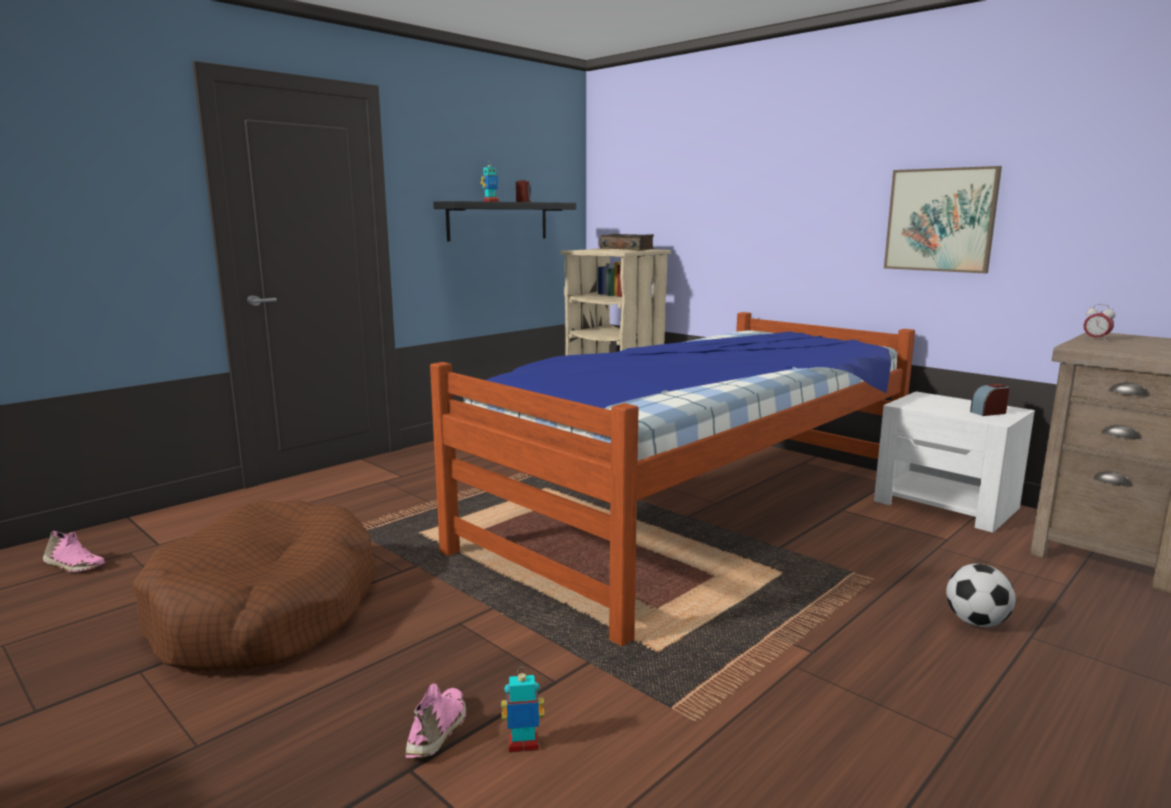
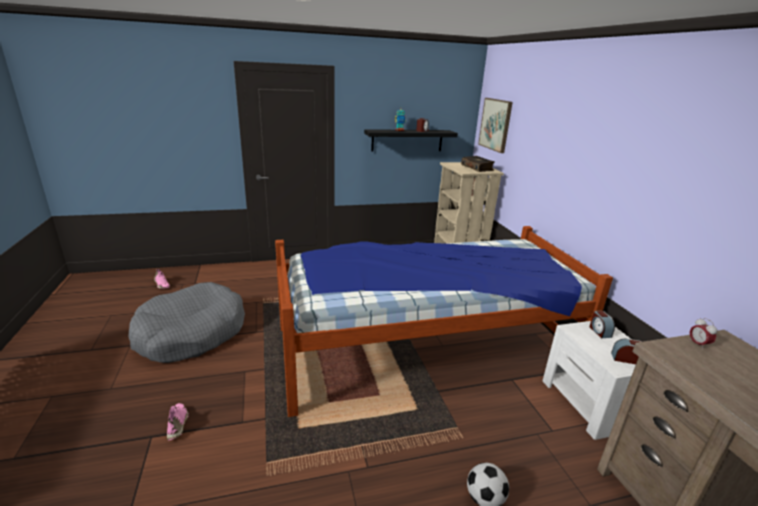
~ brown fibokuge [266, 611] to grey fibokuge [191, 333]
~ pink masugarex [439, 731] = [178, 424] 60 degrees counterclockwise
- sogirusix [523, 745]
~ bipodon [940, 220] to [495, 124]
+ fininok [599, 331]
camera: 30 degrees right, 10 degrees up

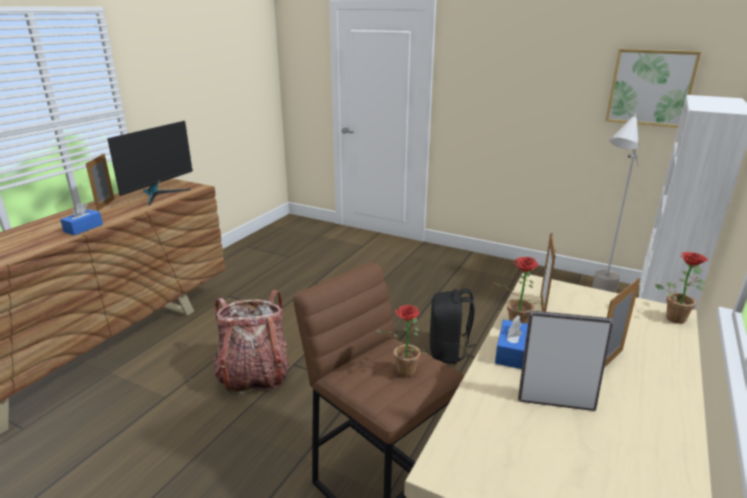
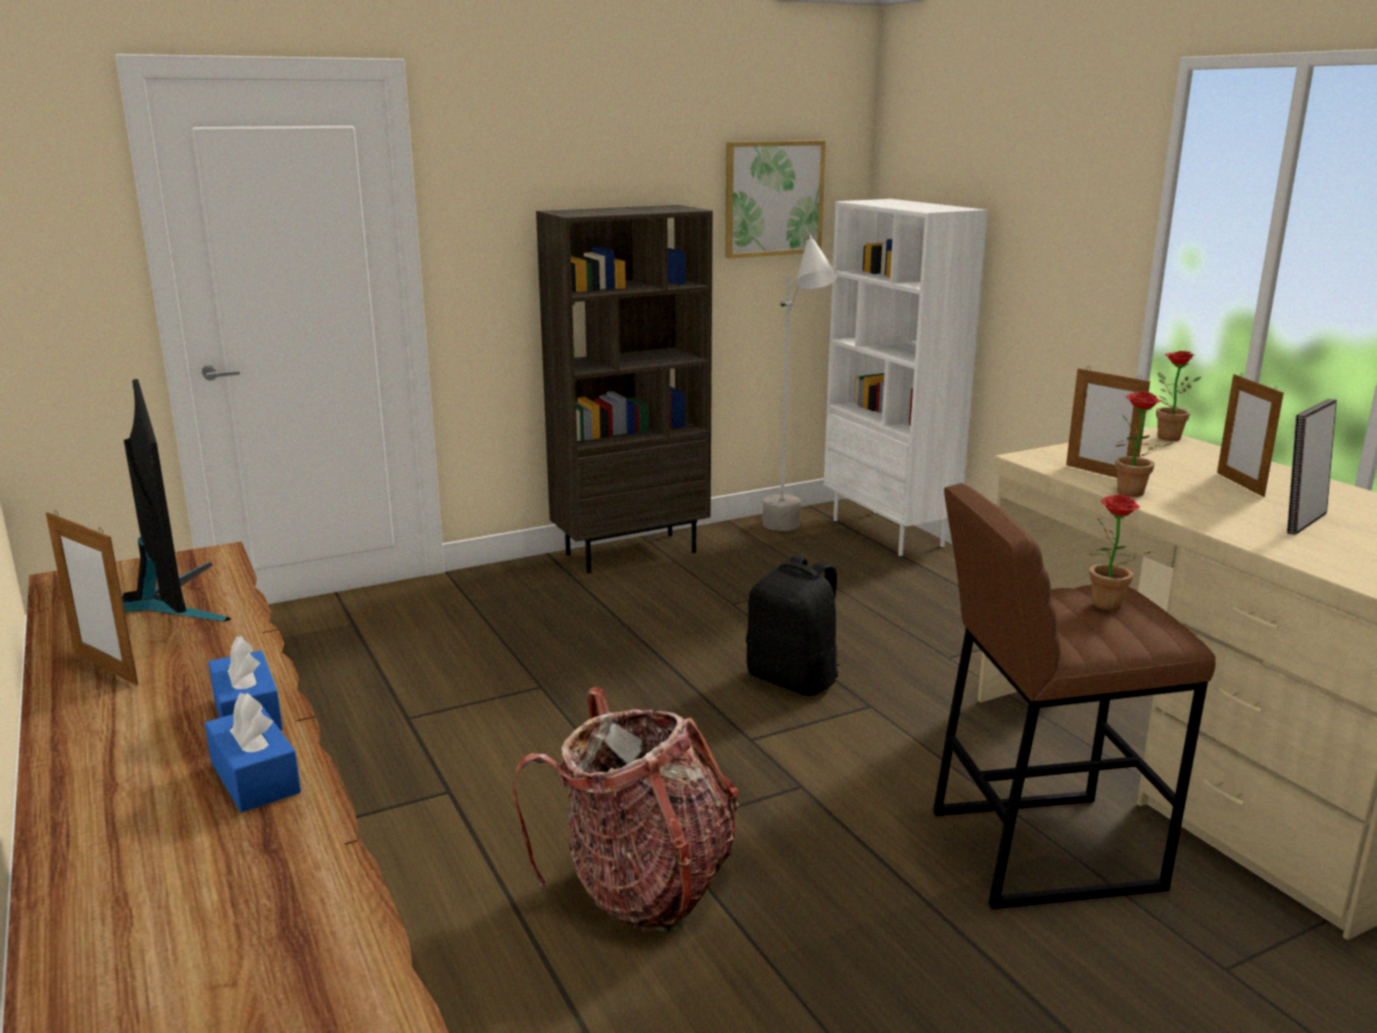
~ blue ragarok [511, 352] to [255, 777]
+ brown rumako [631, 552]
camera: 55 degrees left, 5 degrees down

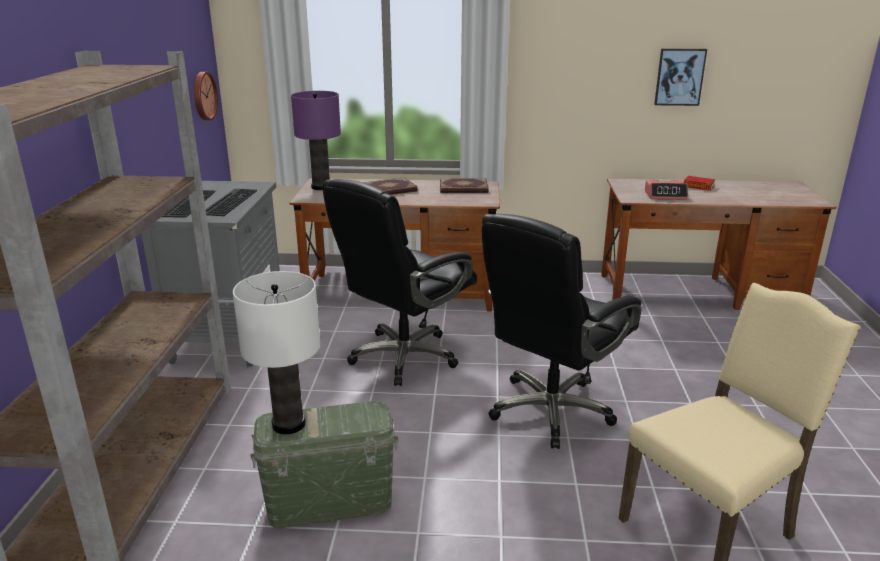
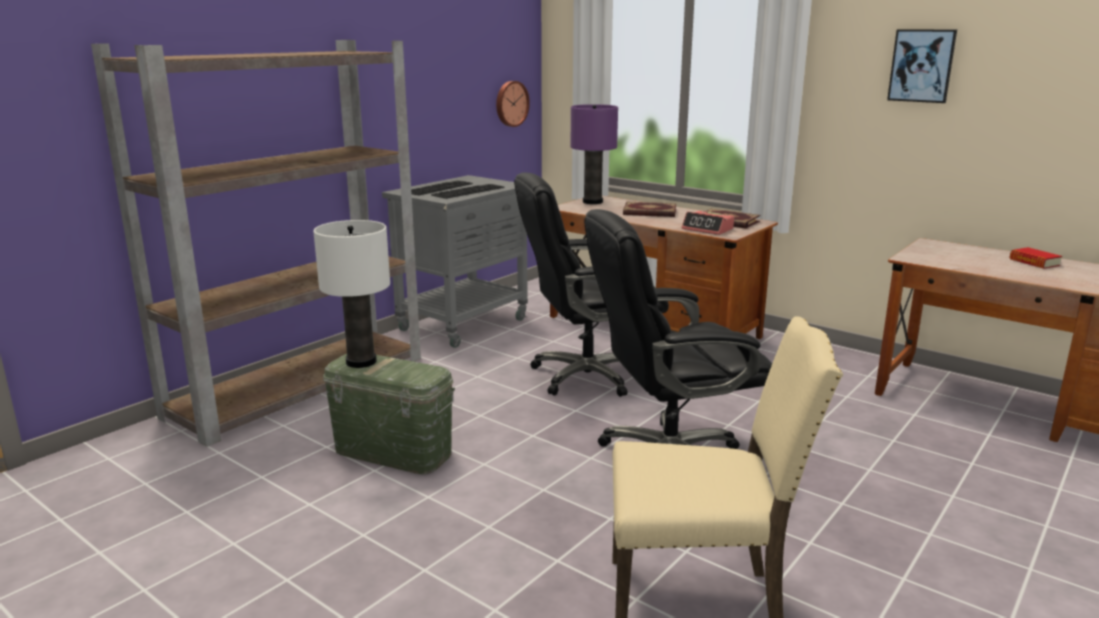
~ fininok [665, 195] to [708, 229]
~ bipodon [679, 77] to [921, 65]
camera: 35 degrees right, 5 degrees down

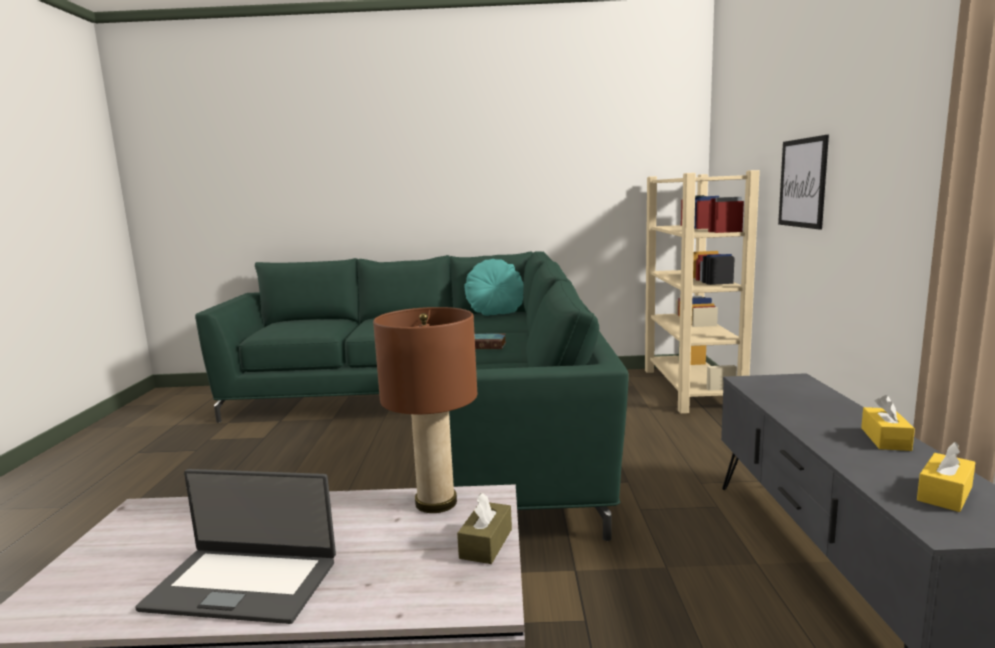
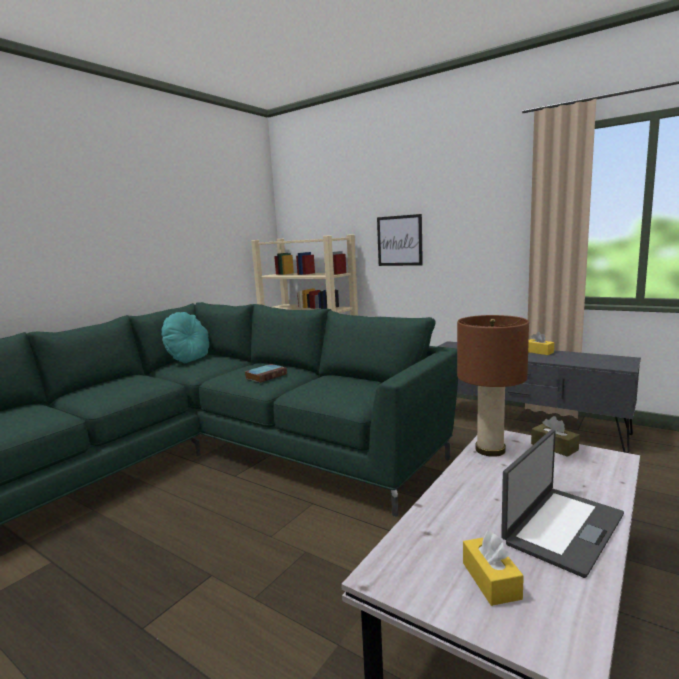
~ yellow ragarok [944, 494] to [491, 580]
camera: 55 degrees left, 0 degrees up

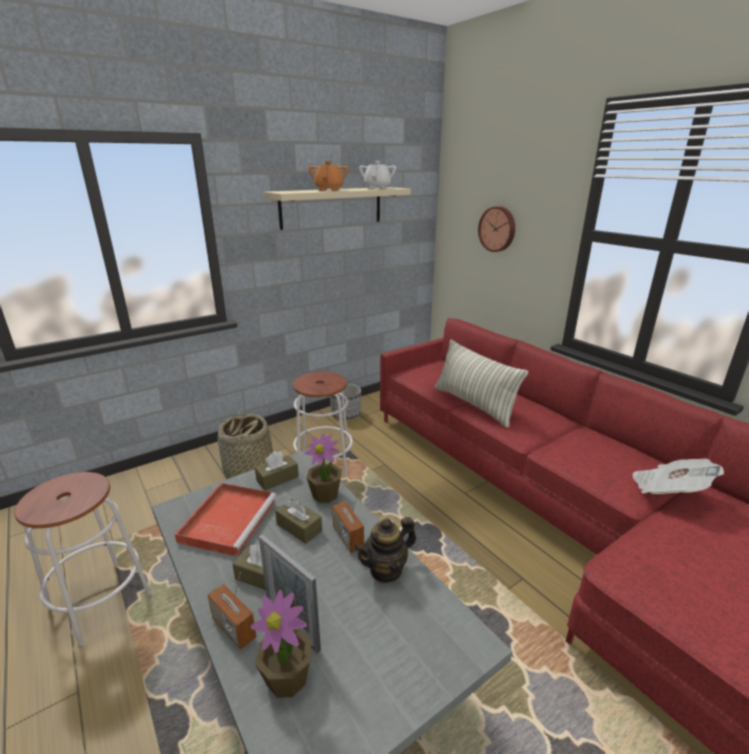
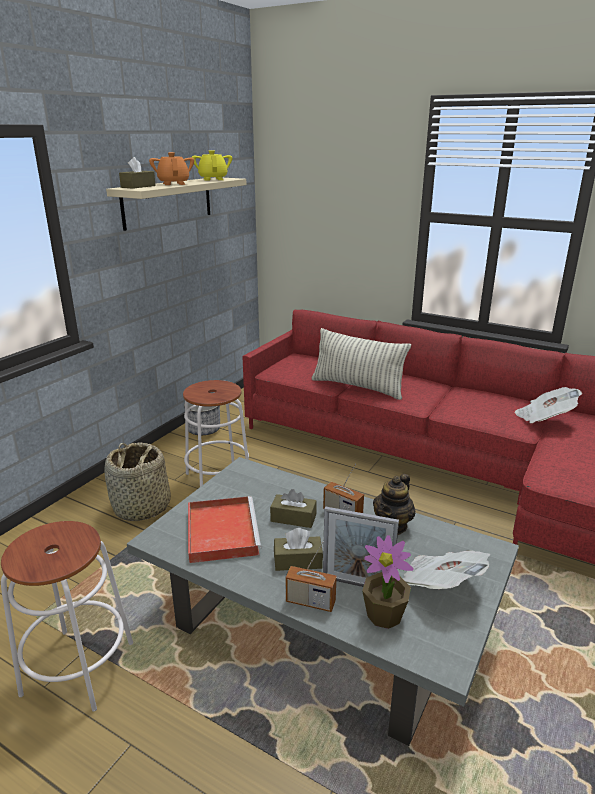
~ brown ragarok [277, 478] to [138, 186]
- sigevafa [325, 494]
~ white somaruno [377, 188] to yellow somaruno [213, 179]
- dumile [497, 229]
+ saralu [440, 585]
camera: 25 degrees left, 0 degrees up

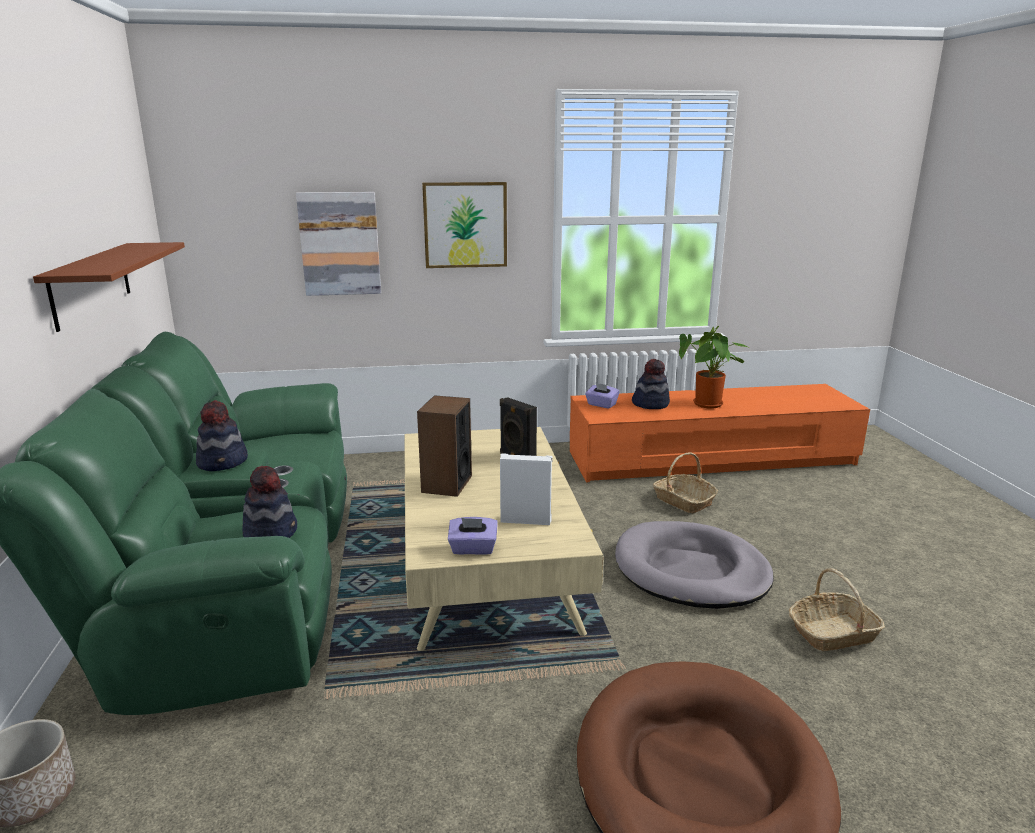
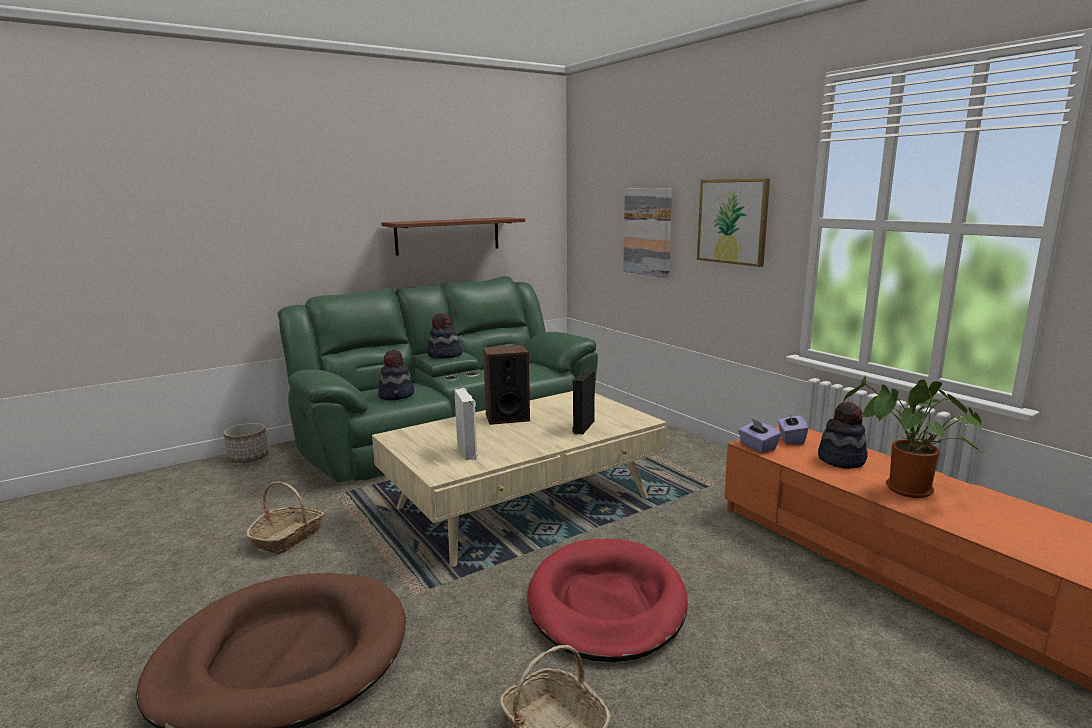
~ purple ragarok [473, 549] to [757, 446]
~ grey fibokuge [690, 571] to red fibokuge [606, 604]
~ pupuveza [683, 501] to [288, 537]
camera: 65 degrees right, 5 degrees down

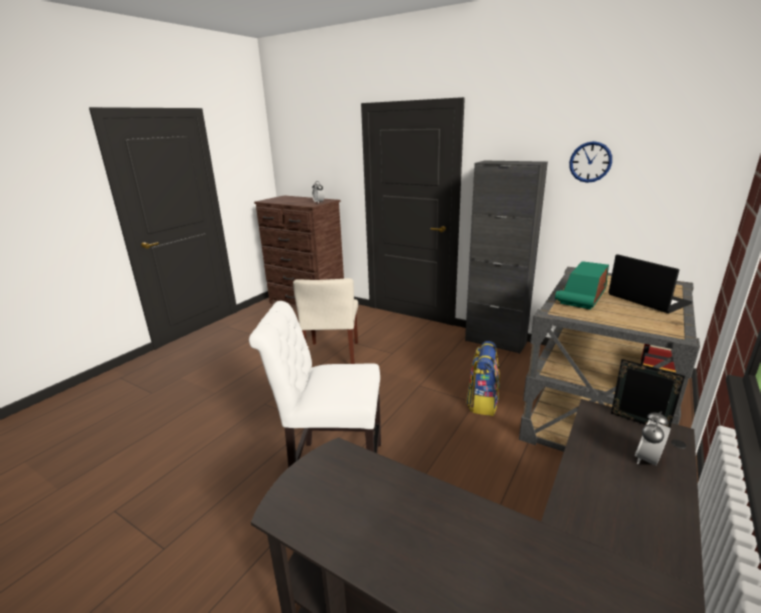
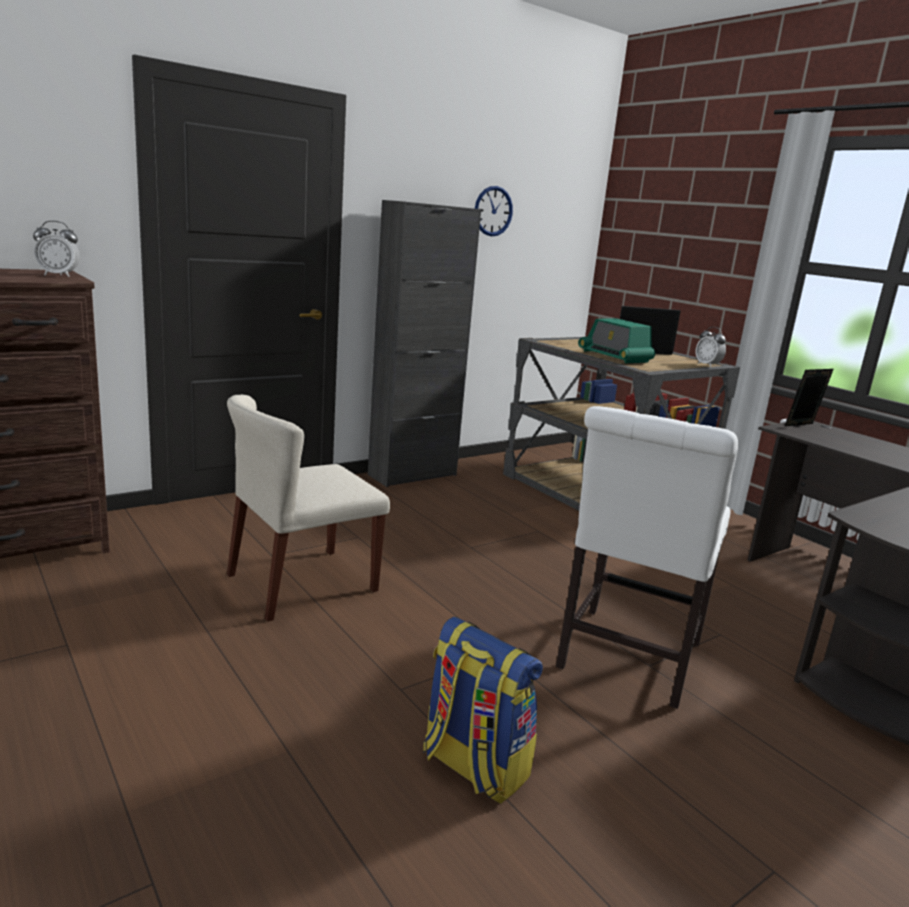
~ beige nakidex [332, 356] = [301, 583] 120 degrees clockwise
~ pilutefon [482, 402] to [473, 766]
~ fininok [647, 460] to [707, 365]
camera: 70 degrees left, 5 degrees down

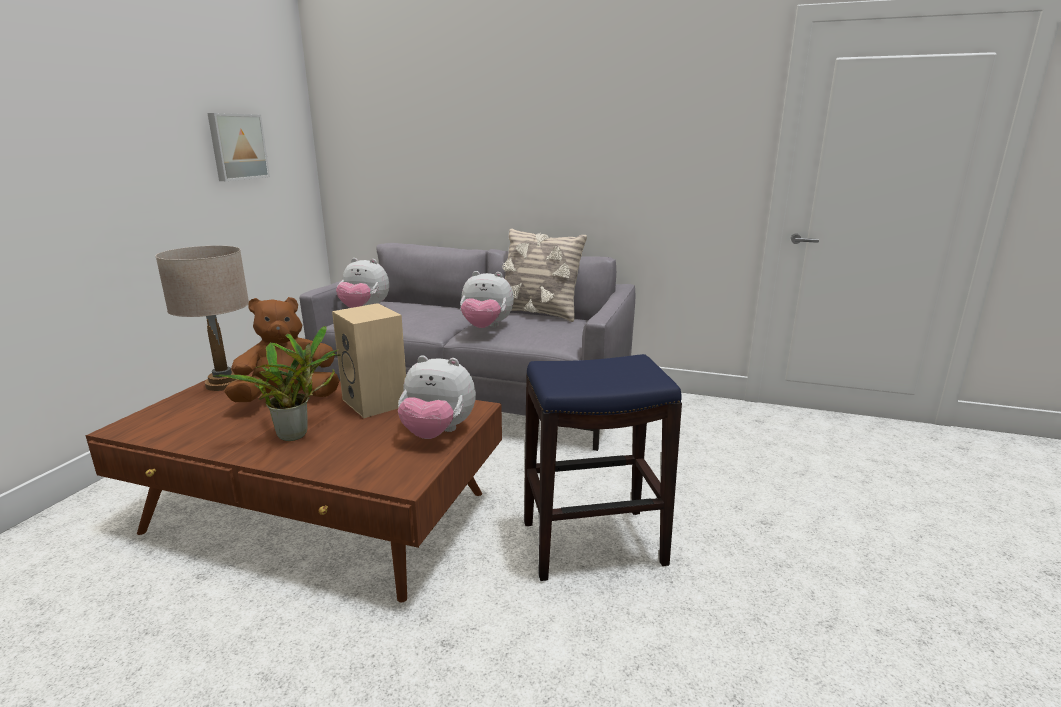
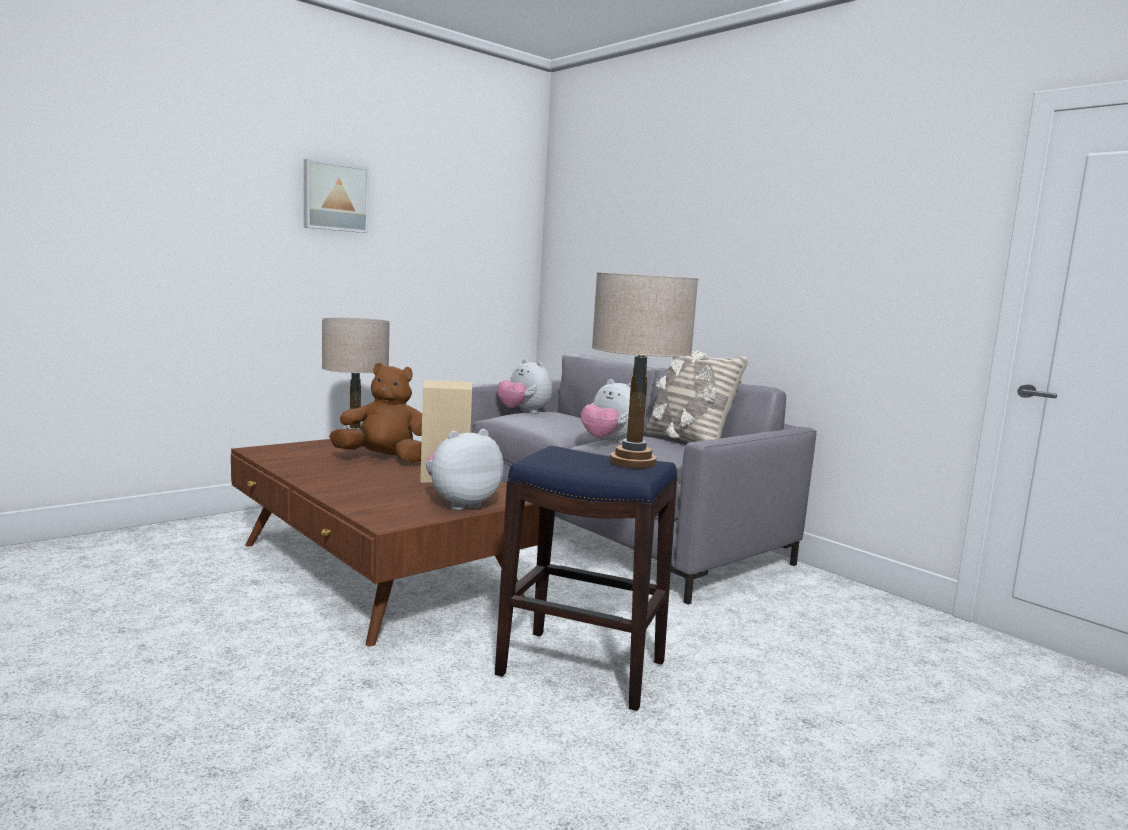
~ bipodon [237, 147] to [335, 197]
- sigevafa [297, 434]
~ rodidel [437, 433] = [461, 504] 105 degrees clockwise
+ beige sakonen [632, 462]
camera: 30 degrees right, 10 degrees down

